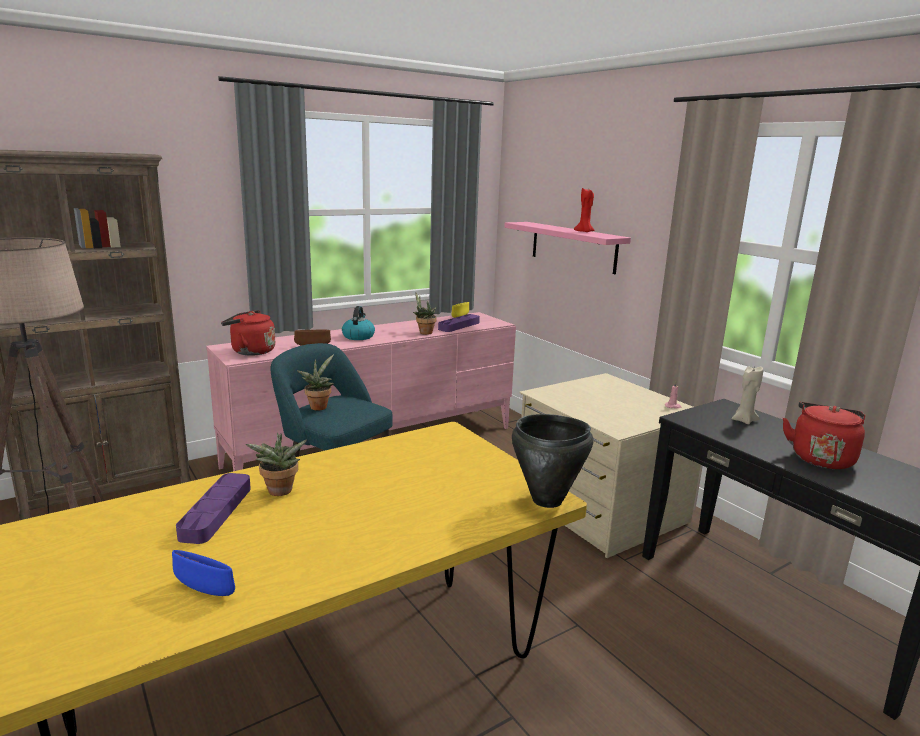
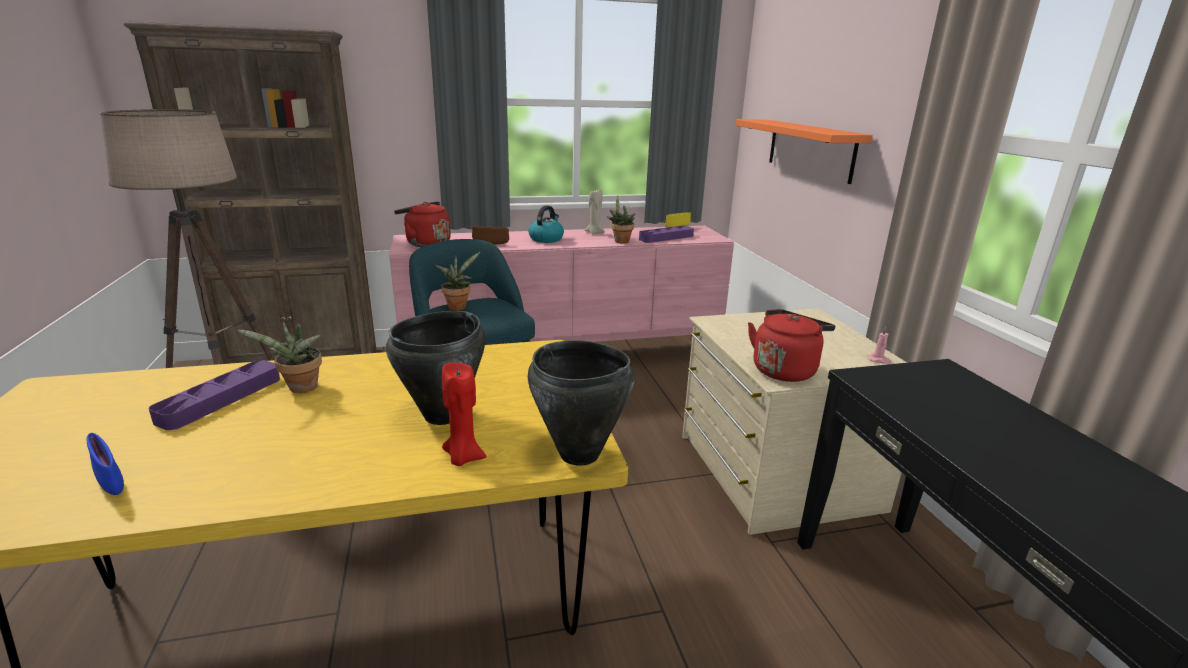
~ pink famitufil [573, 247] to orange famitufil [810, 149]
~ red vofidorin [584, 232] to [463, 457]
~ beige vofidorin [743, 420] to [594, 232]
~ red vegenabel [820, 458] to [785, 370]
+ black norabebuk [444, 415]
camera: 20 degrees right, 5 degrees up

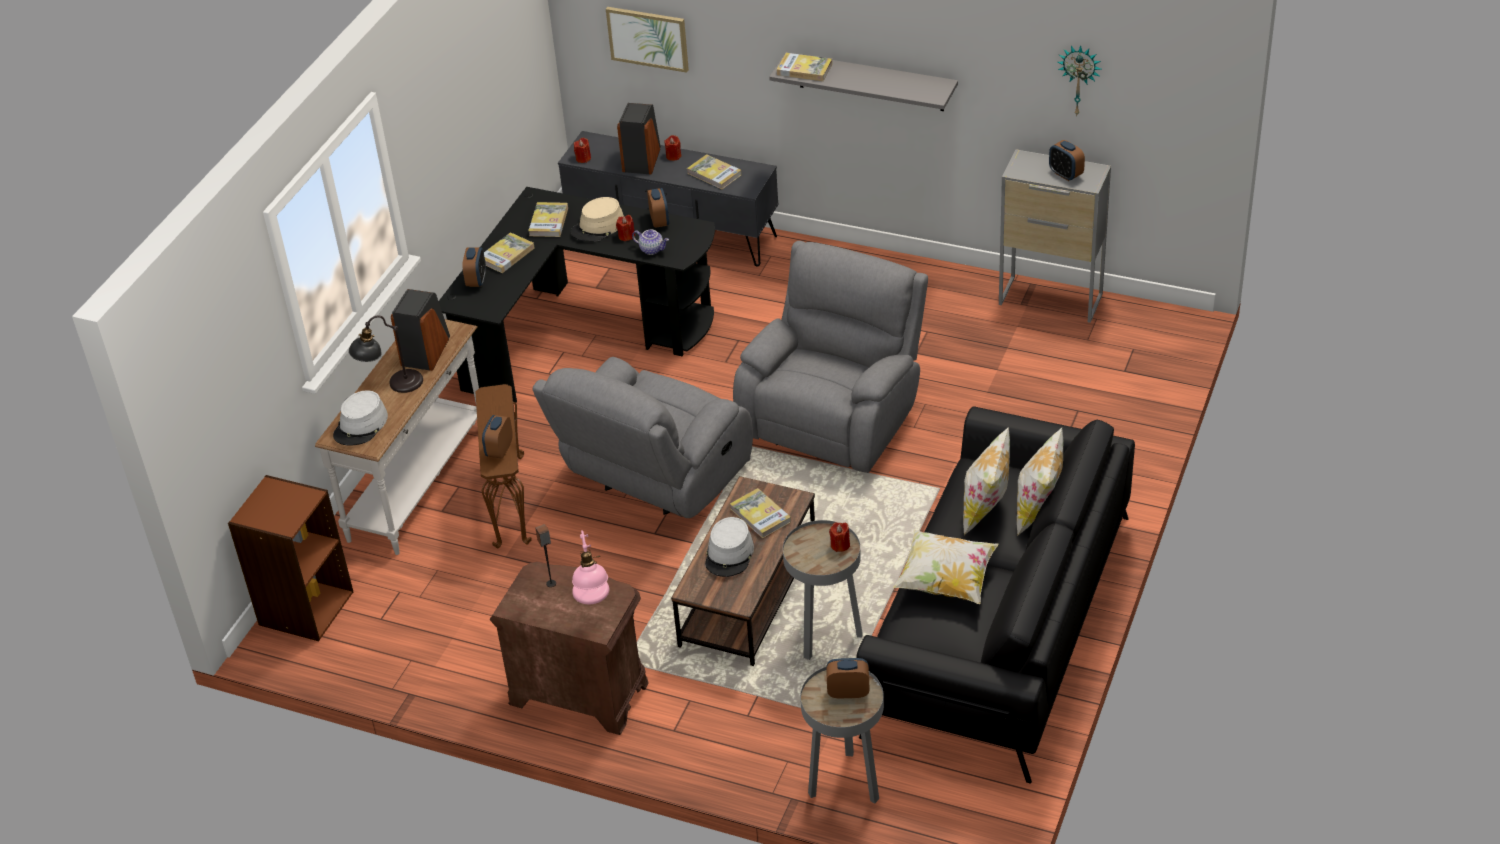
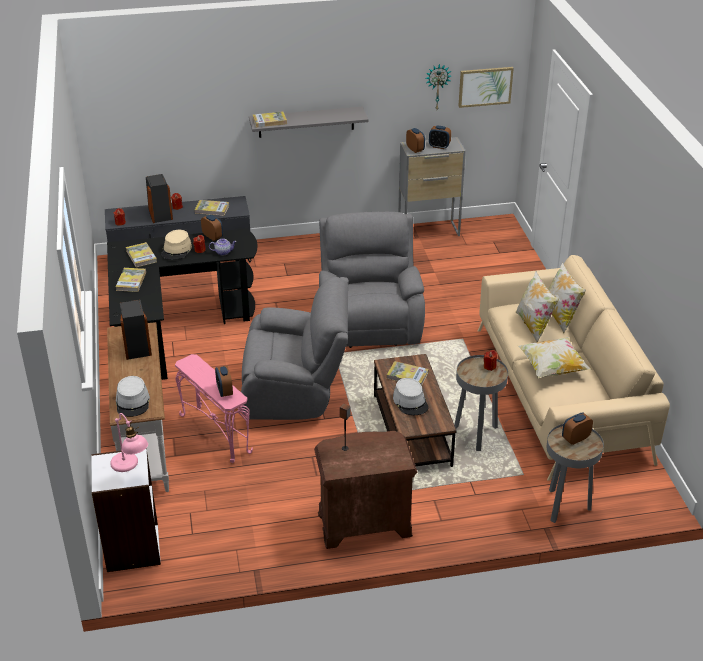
~ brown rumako [305, 608] to white rumako [132, 548]
- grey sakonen [391, 385]
~ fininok [476, 280] to [415, 149]
~ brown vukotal [509, 502] to pink vukotal [215, 434]
~ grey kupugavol [653, 481] = [296, 391] 90 degrees counterclockwise
~ pink sakonen [593, 602] to [131, 468]
~ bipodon [648, 38] to [485, 86]
~ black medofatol [999, 623] to beige medofatol [560, 393]
camera: 35 degrees left, 5 degrees down

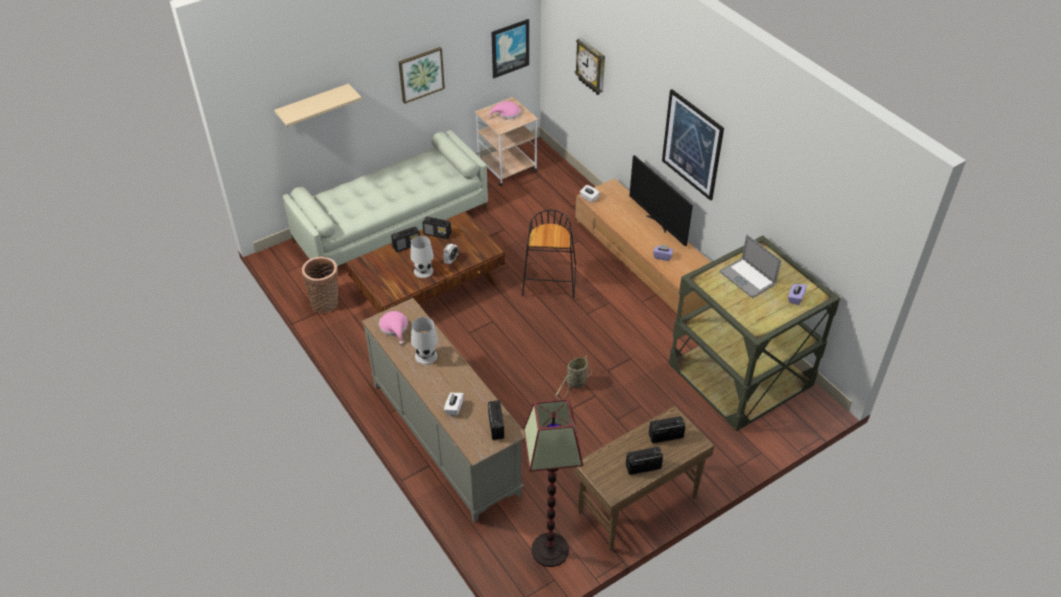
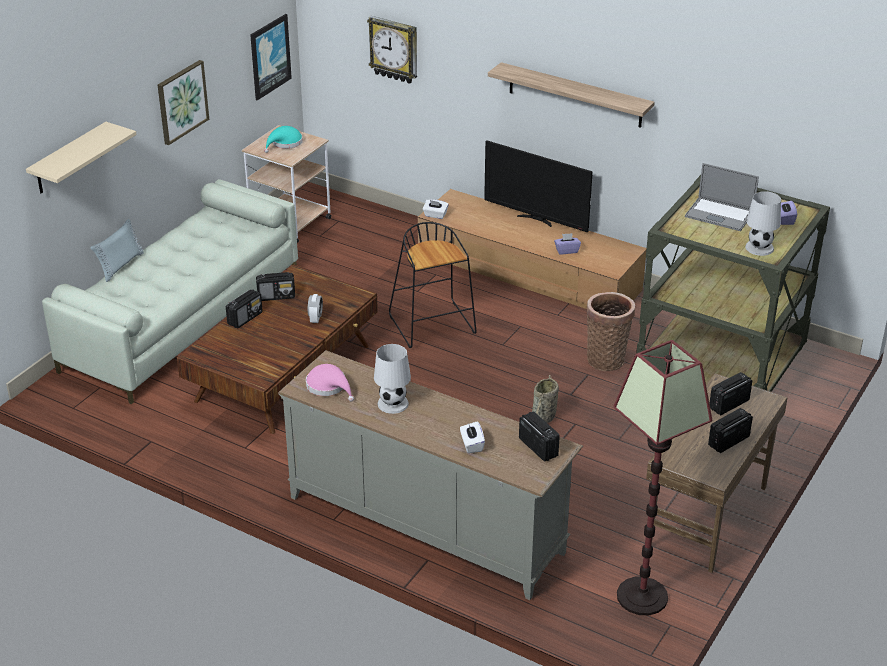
~ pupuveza [326, 302] to [606, 358]
~ white sakonen [423, 271] to [760, 248]
~ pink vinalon [506, 114] to turquoise vinalon [285, 143]
~ bipodon [692, 144] to famitufil [575, 95]
+ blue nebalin [120, 266]
camera: 25 degrees left, 10 degrees down

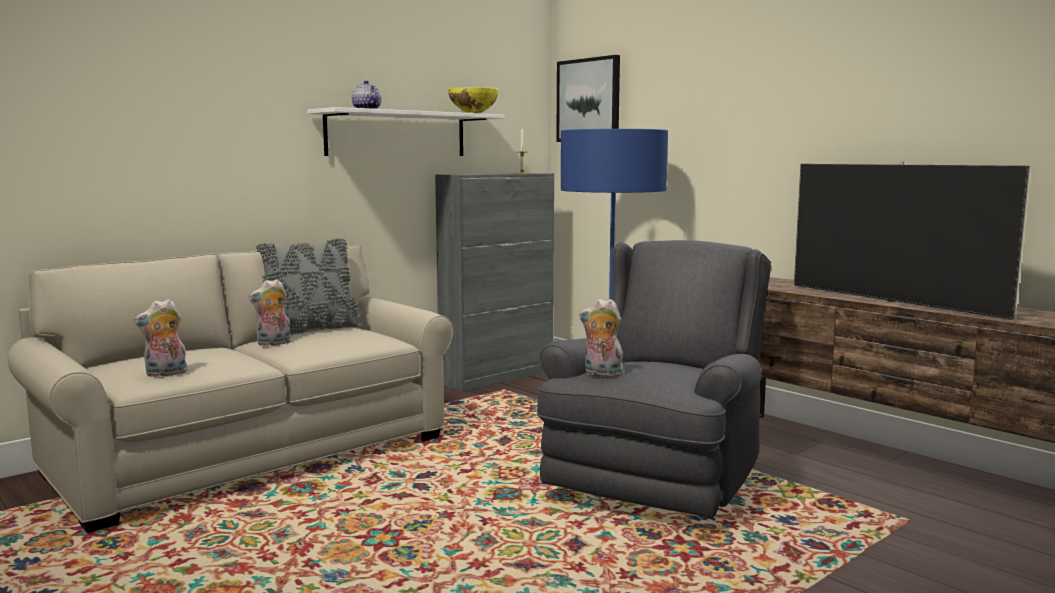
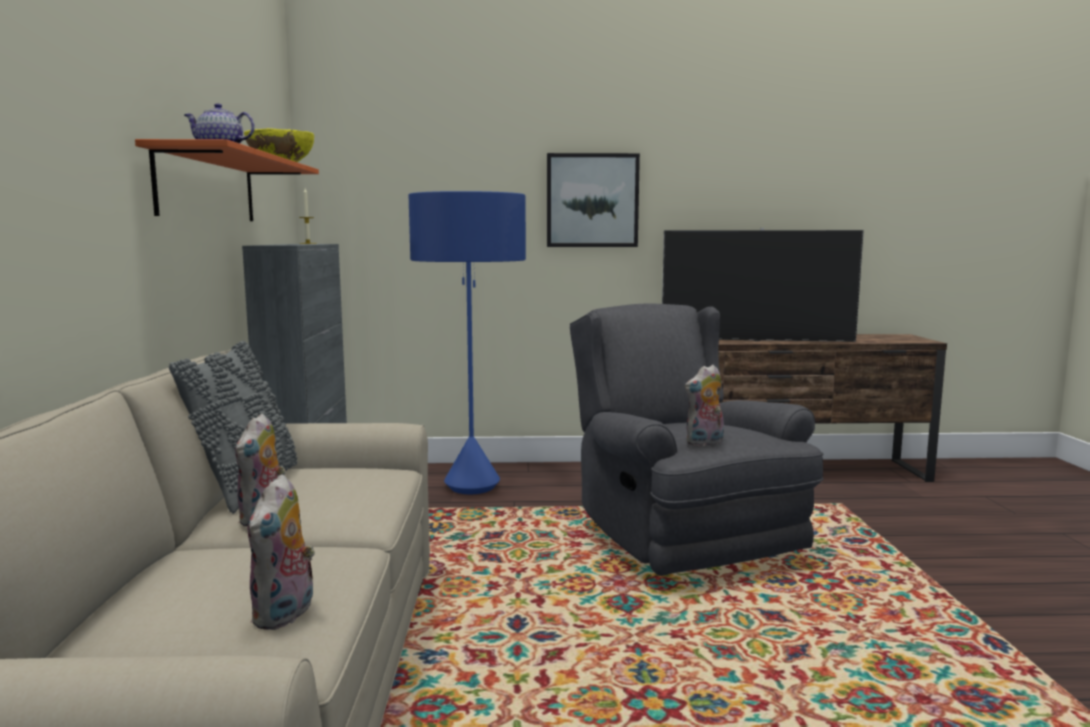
~ white famitufil [397, 134] to orange famitufil [208, 188]
~ bipodon [589, 100] to [592, 200]
camera: 50 degrees left, 0 degrees up

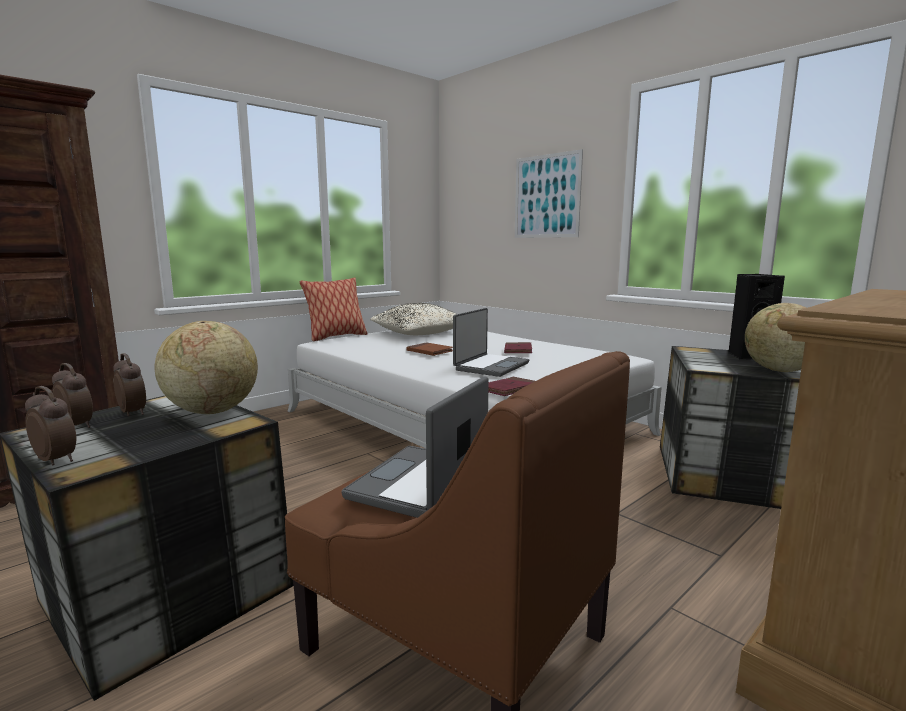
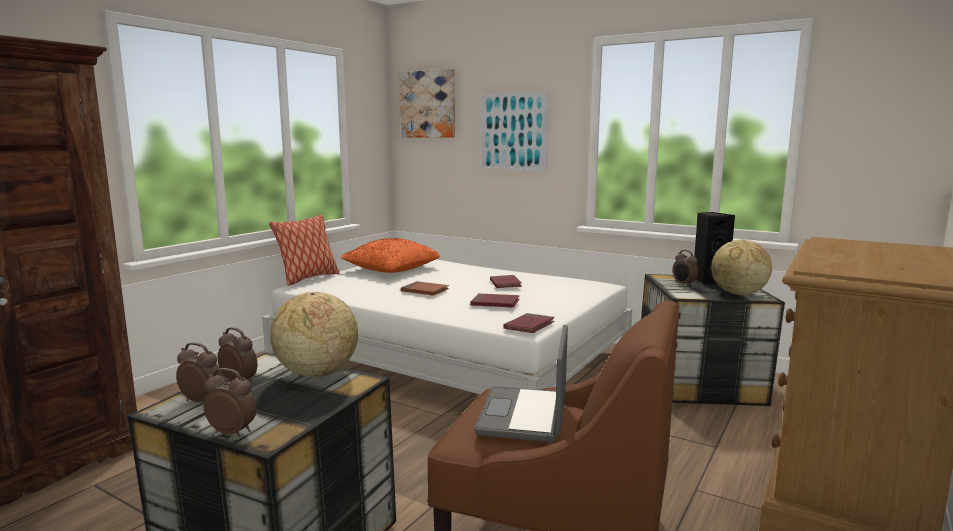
~ beige nebalin [418, 332] to orange nebalin [392, 268]
~ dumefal [490, 366] to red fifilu [495, 303]
+ bipodon [428, 104]
+ fininok [683, 284]
camera: 15 degrees left, 0 degrees up

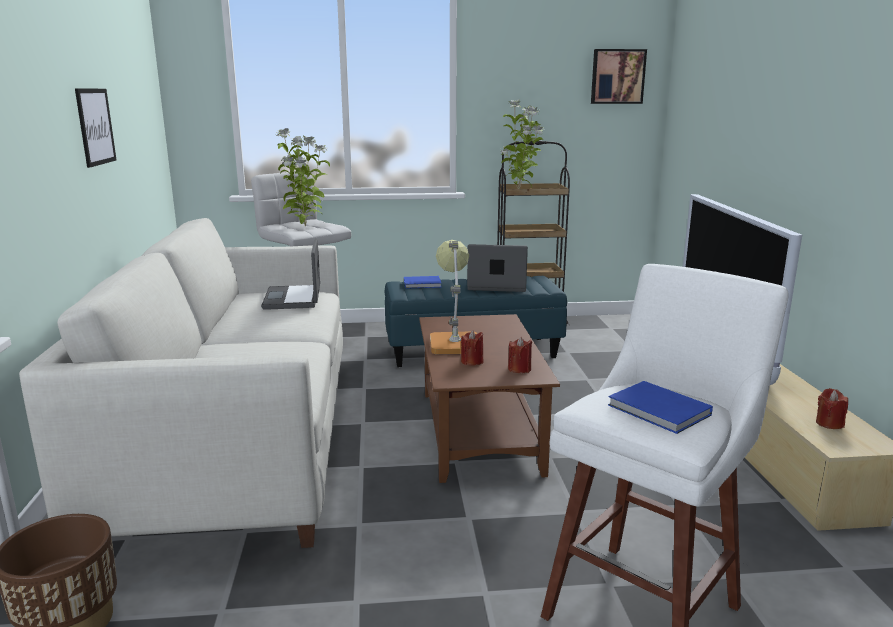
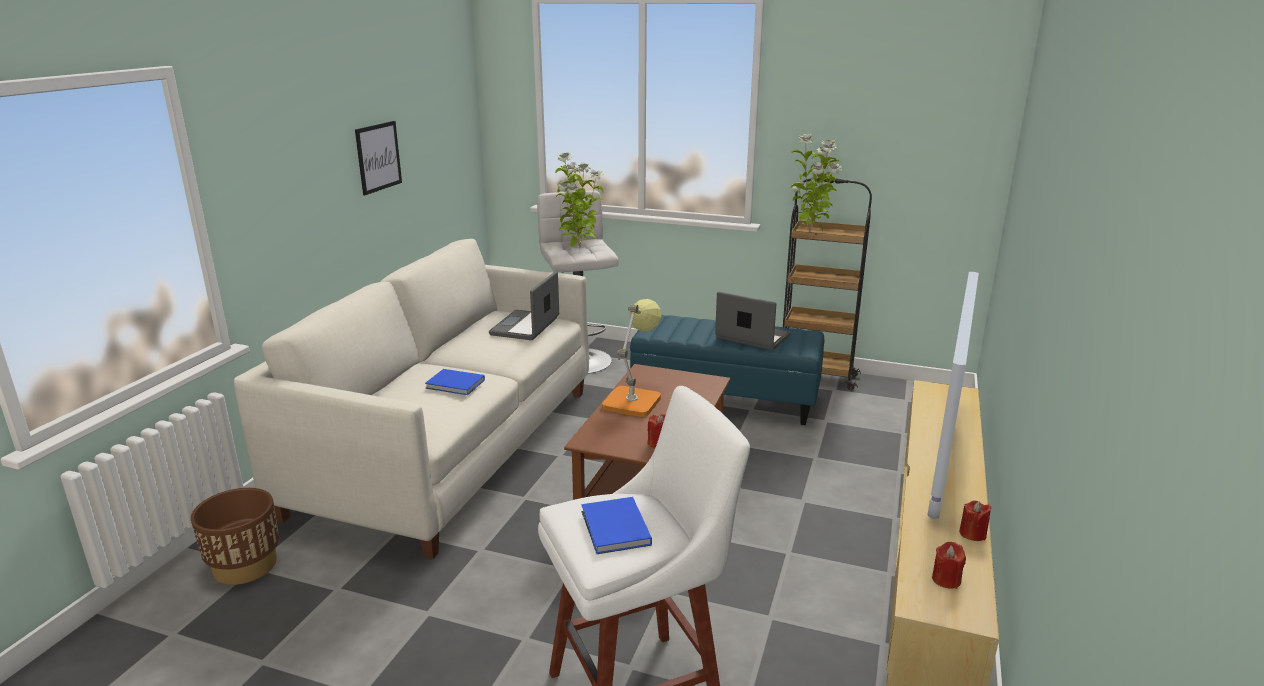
~ blue fifilu [423, 284] to [456, 385]
~ red vofidorin [472, 361] to [972, 534]
- bipodon [617, 76]
camera: 25 degrees right, 5 degrees up

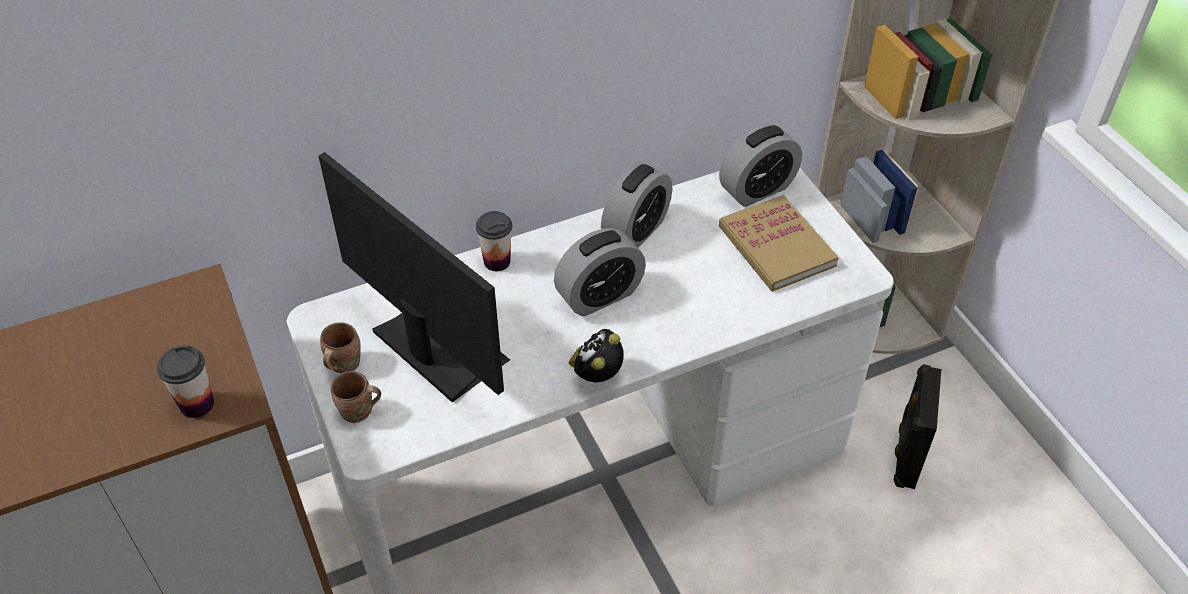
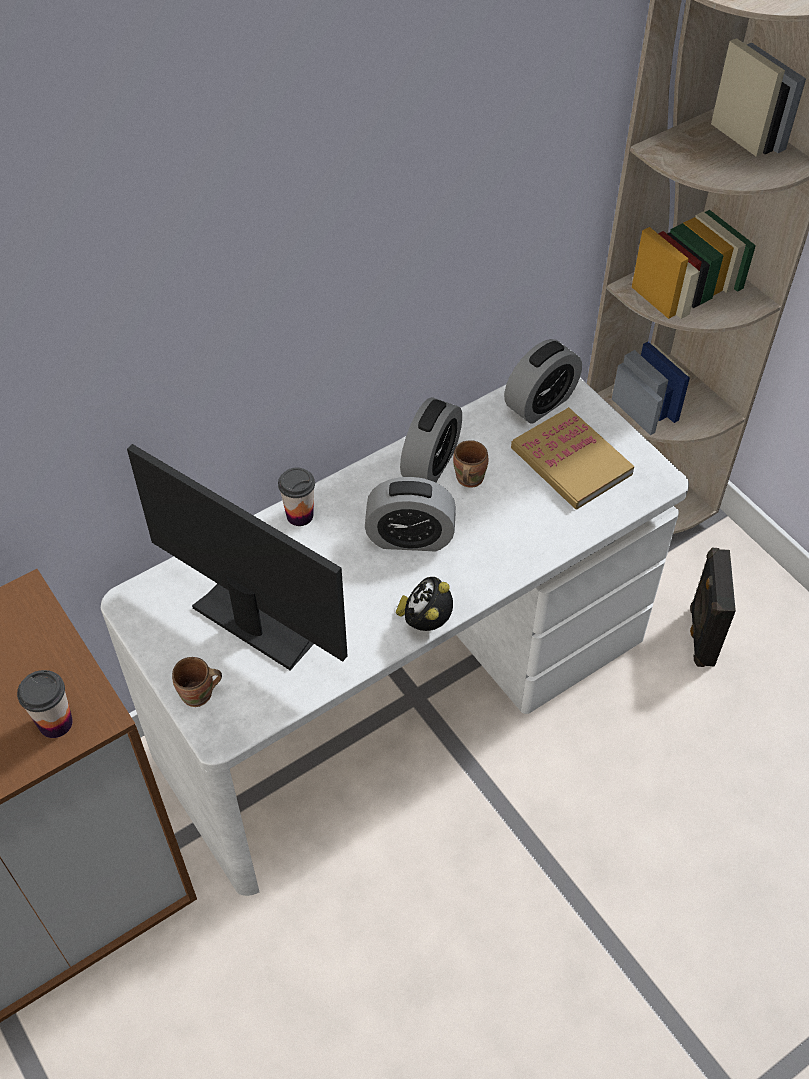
~ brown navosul [342, 364] to [467, 479]
~ fininok [599, 296] = [410, 537] 45 degrees clockwise
camera: 10 degrees left, 5 degrees up

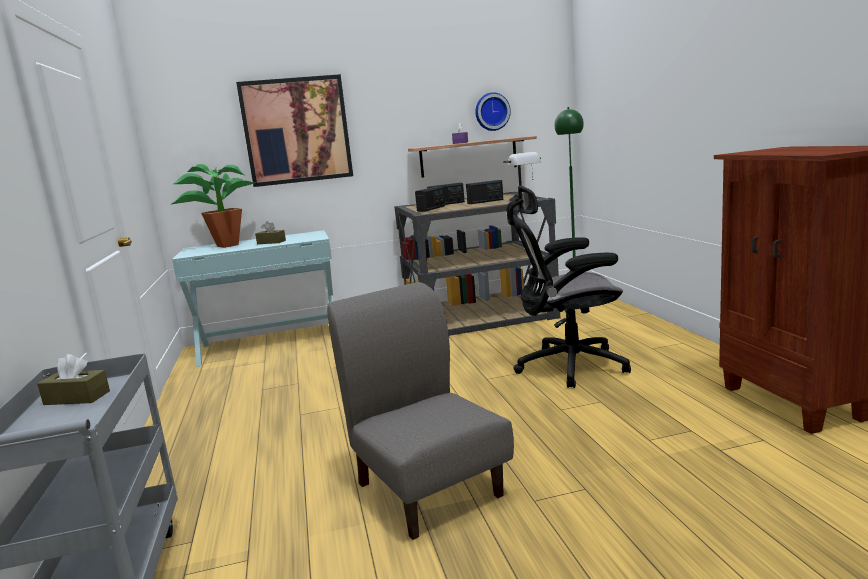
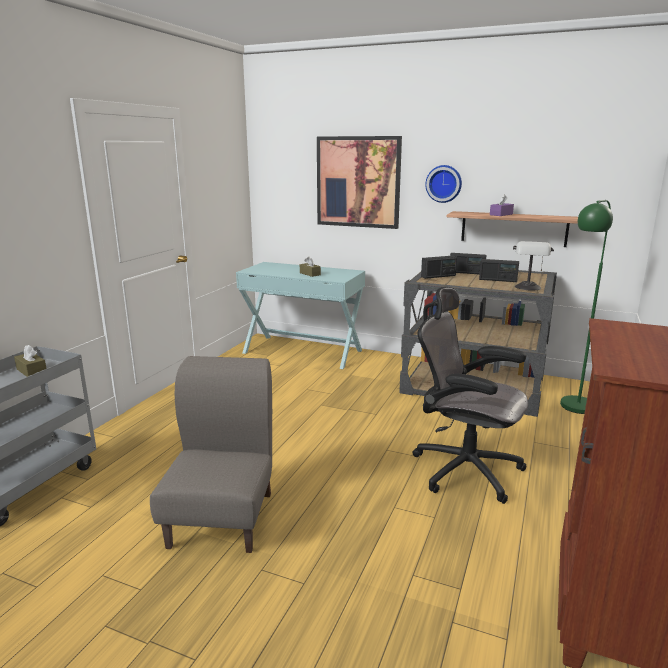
- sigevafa [222, 246]
~ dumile [491, 112] to [444, 183]
camera: 35 degrees right, 5 degrees up

